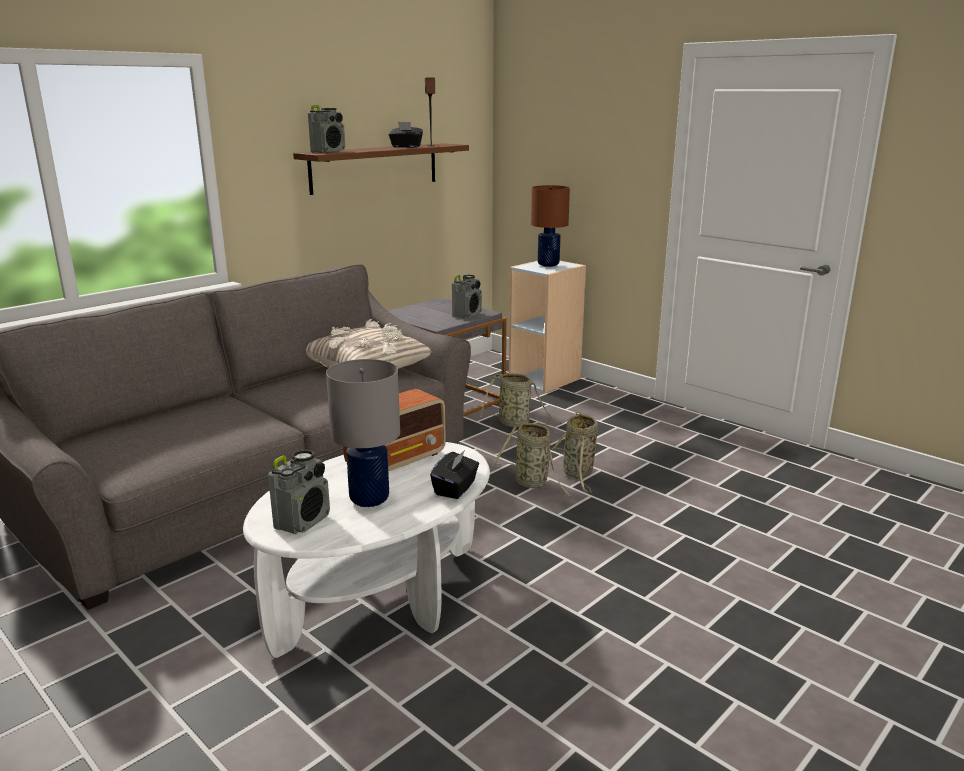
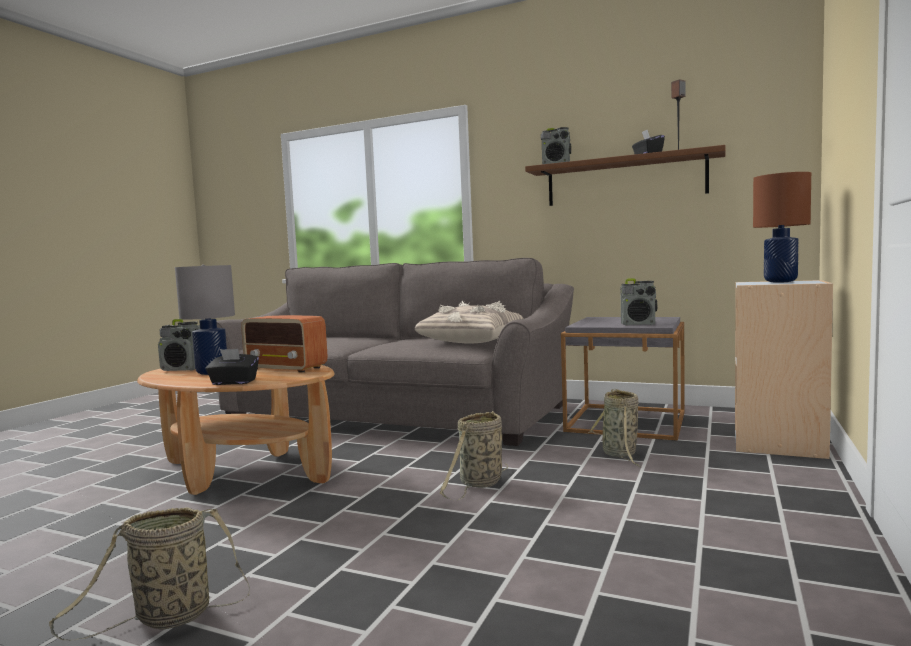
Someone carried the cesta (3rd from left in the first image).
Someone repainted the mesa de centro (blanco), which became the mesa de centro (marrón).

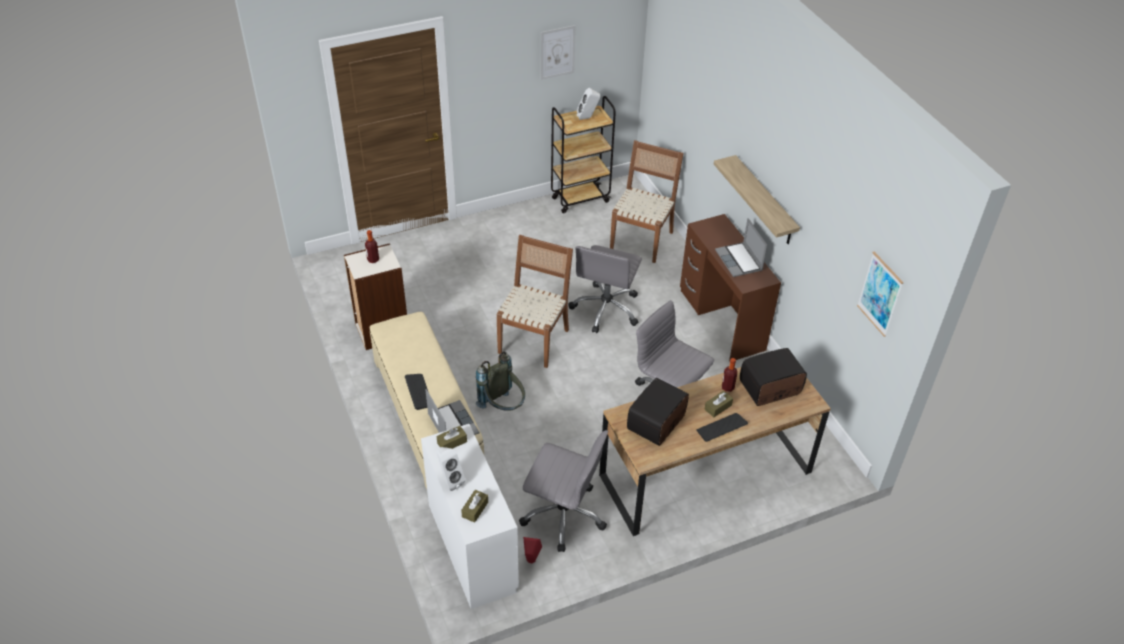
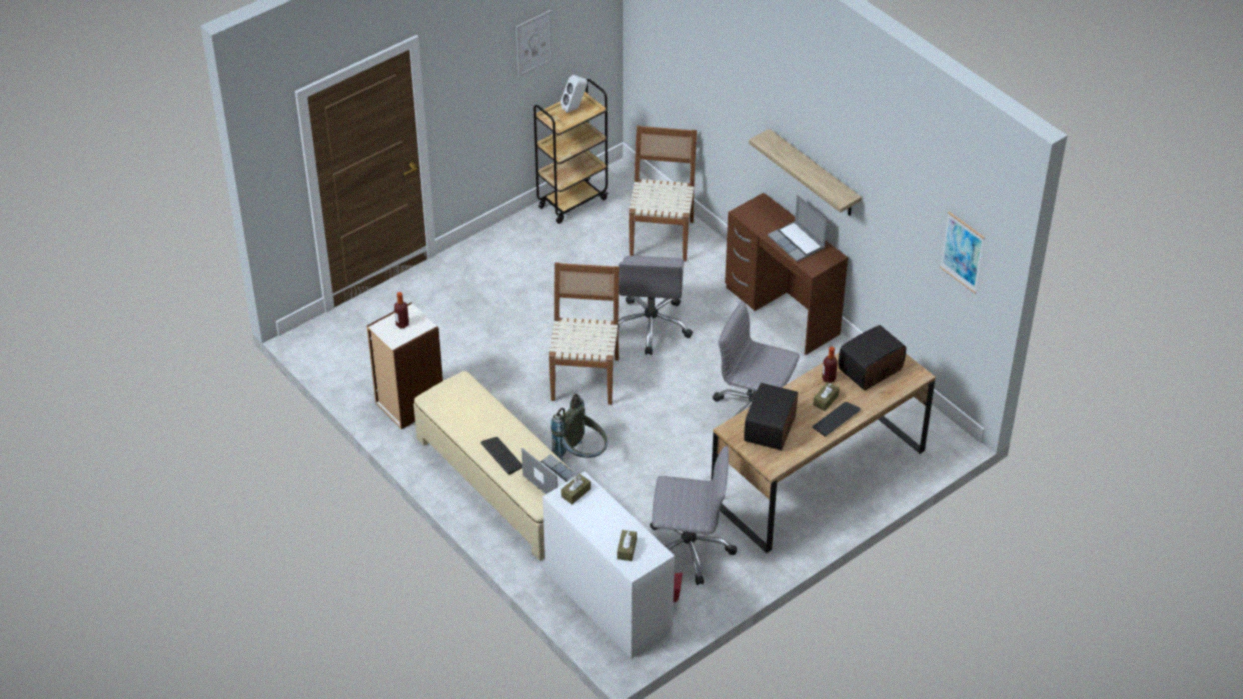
Someone took away the altavoz (blanco) (1st from left).

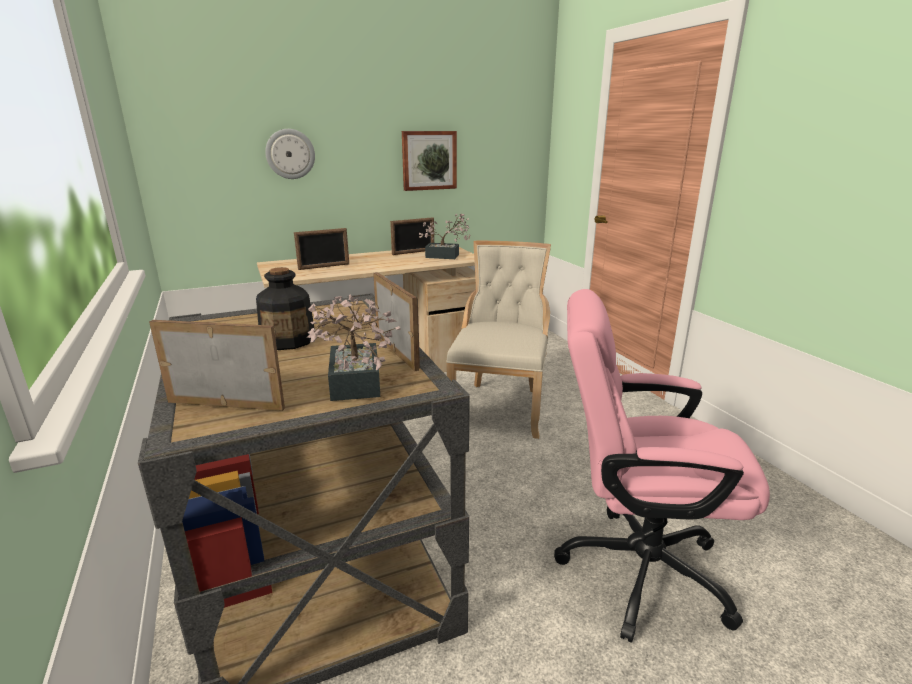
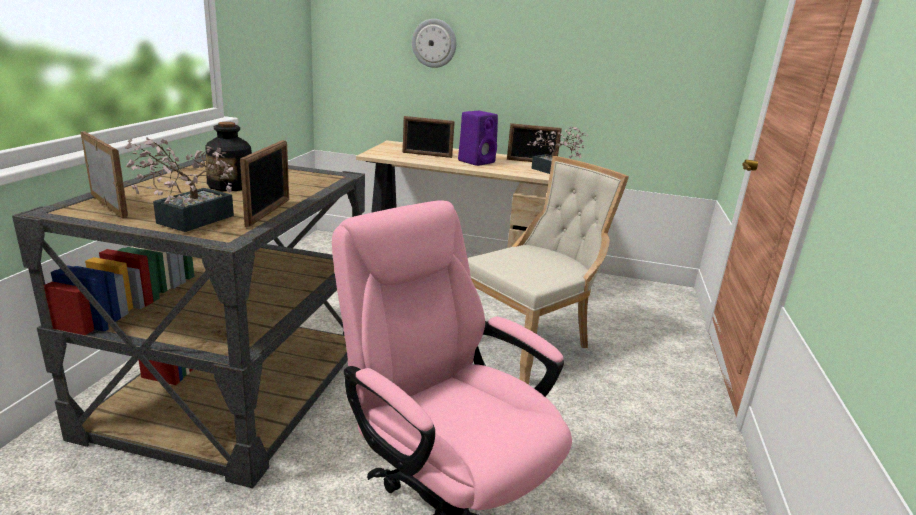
Someone took away the cuadro.
Someone put down the altavoz (morado).

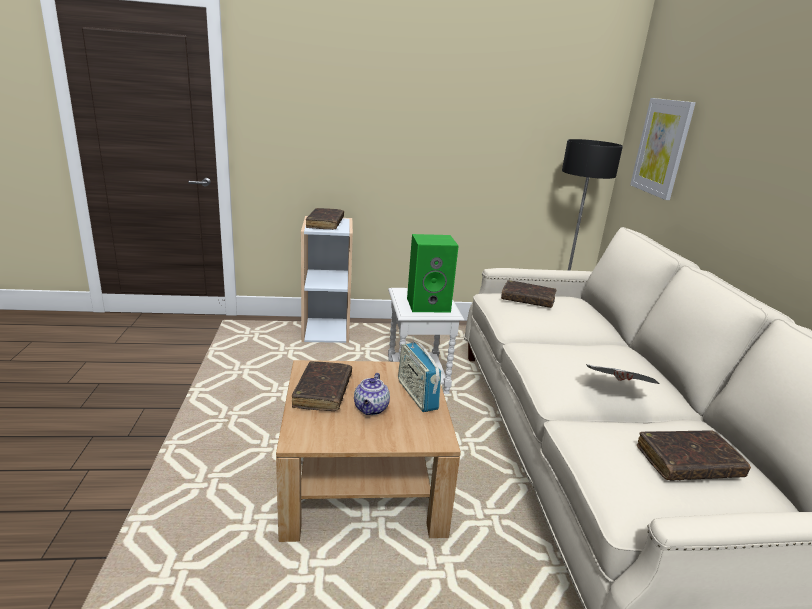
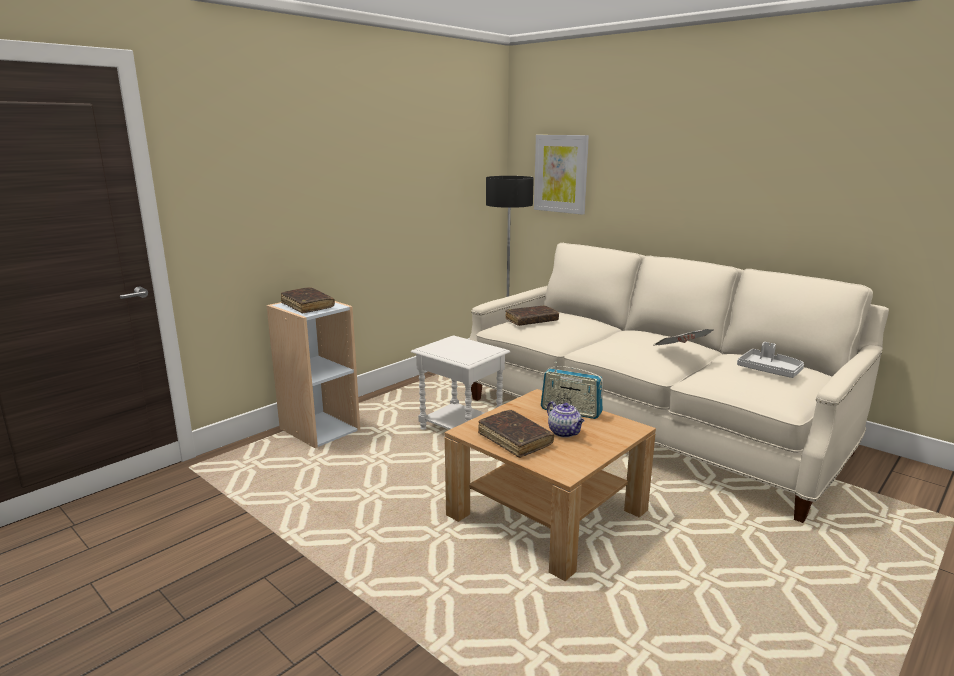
Someone took away the altavoz (verde).
Someone swapped the libro (marrón) (4th from left) for the bandeja (gris).

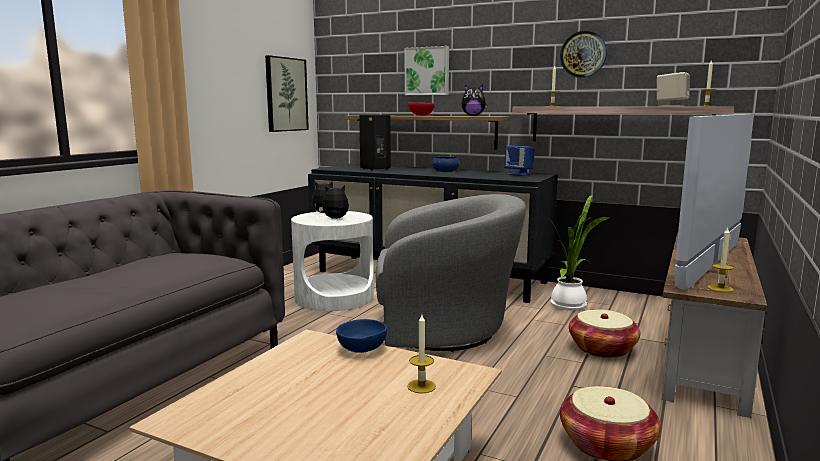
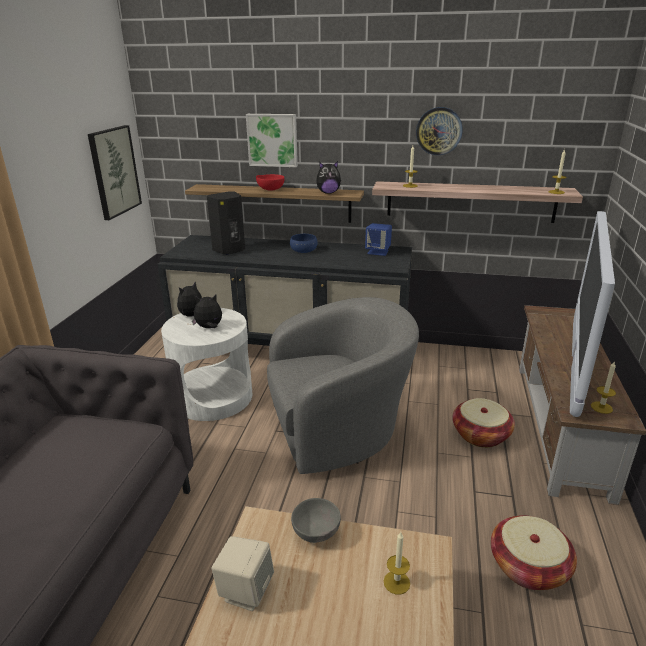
Someone carried the altavoz (beis).
Someone took away the planta en maceta.
Someone repainted the cuenco (azul) (1st from left), which became the cuenco (gris).

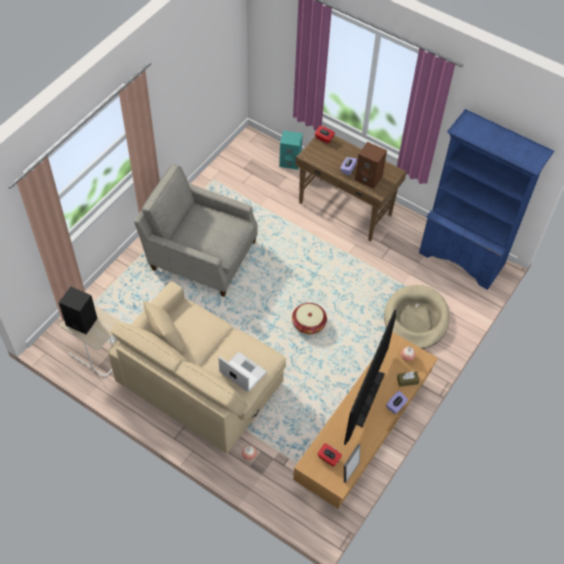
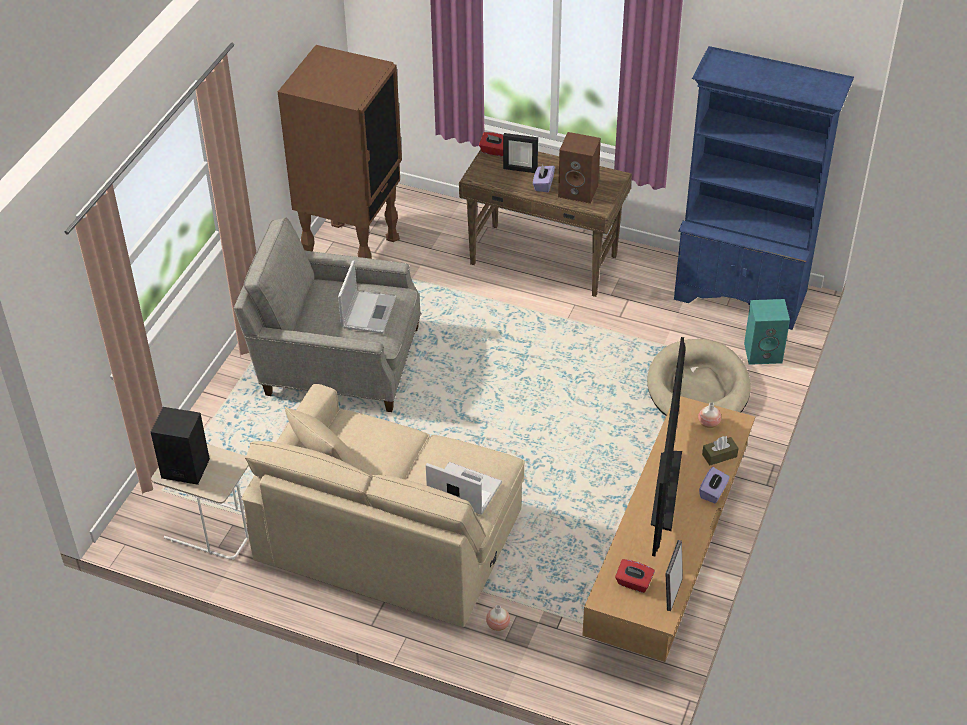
Someone carried the altavoz (turquesa).
Someone took away the cesta.
Someone put down the armario (marrón).
Someone put down the portarretratos (1st from left).
Someone put down the portátil (1st from left).

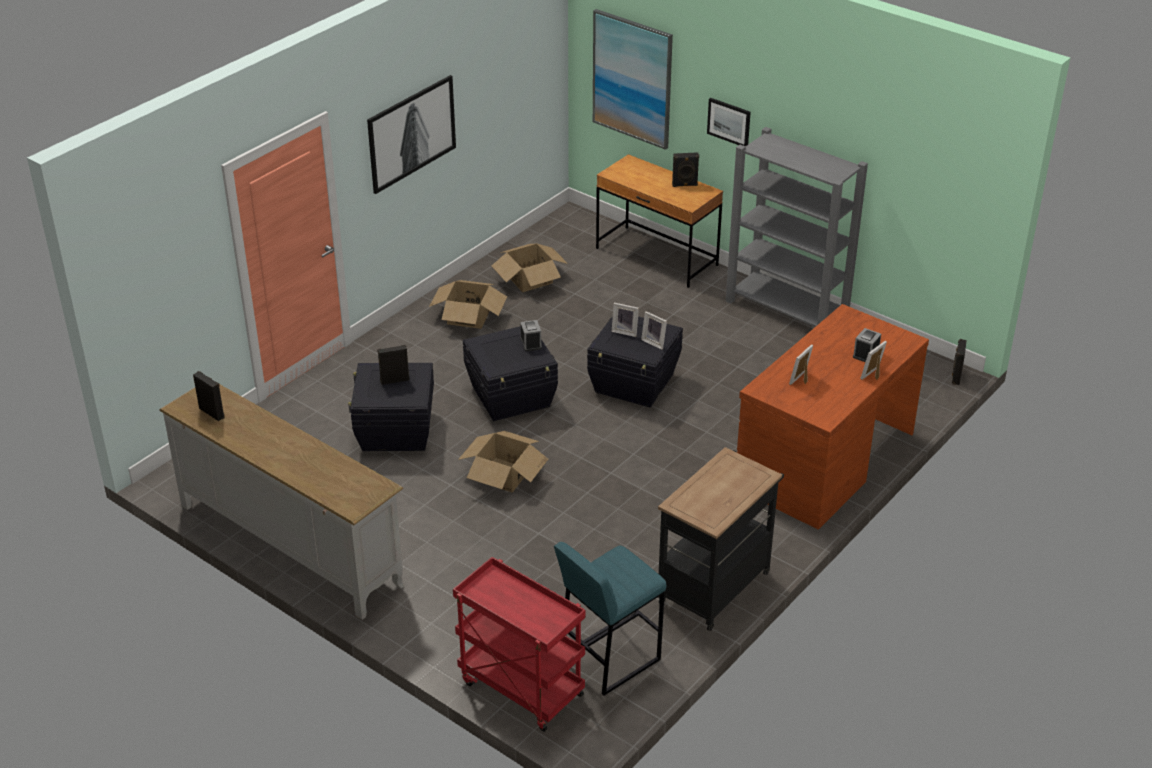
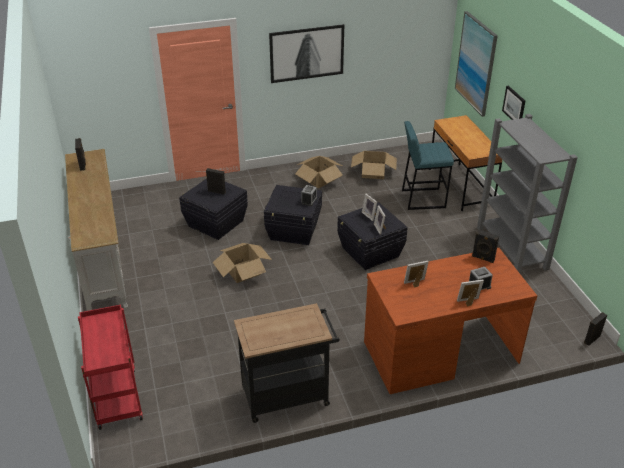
Someone carried the altavoz (negro) (3rd from left).
Someone carried the taburete (turquesa).

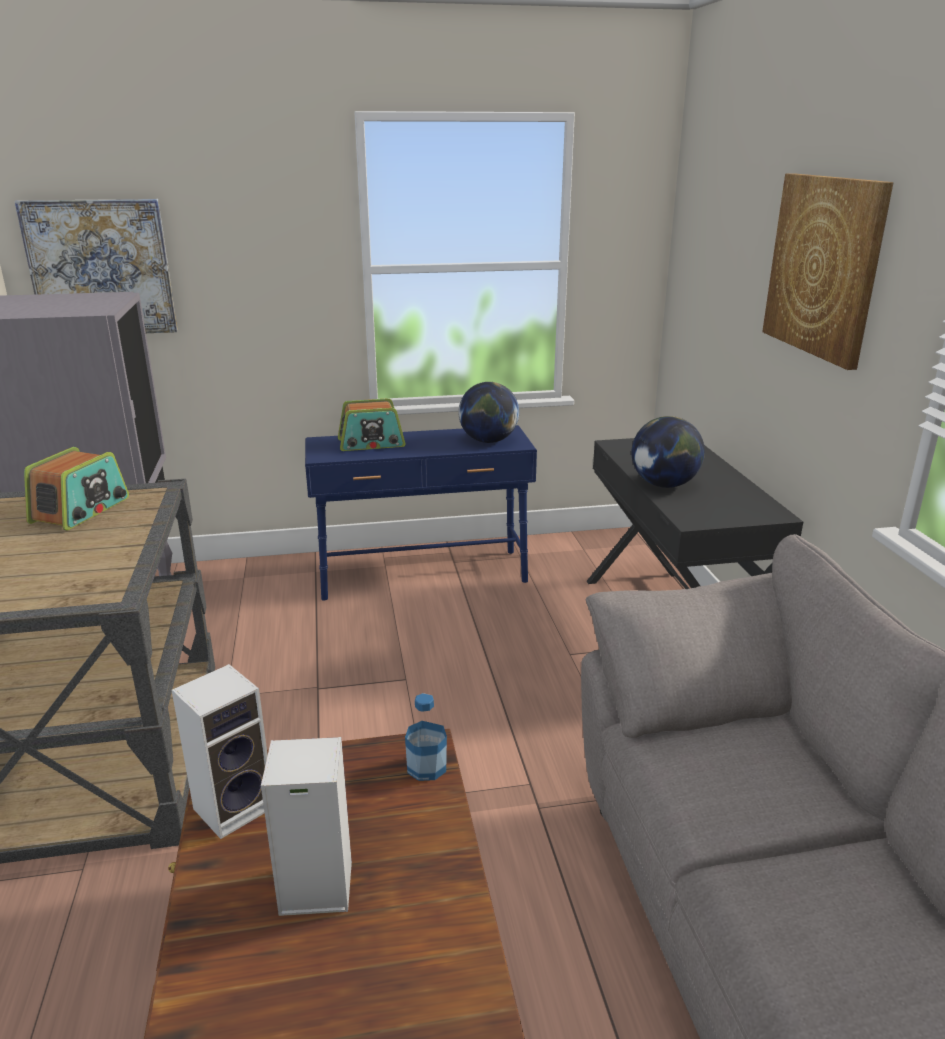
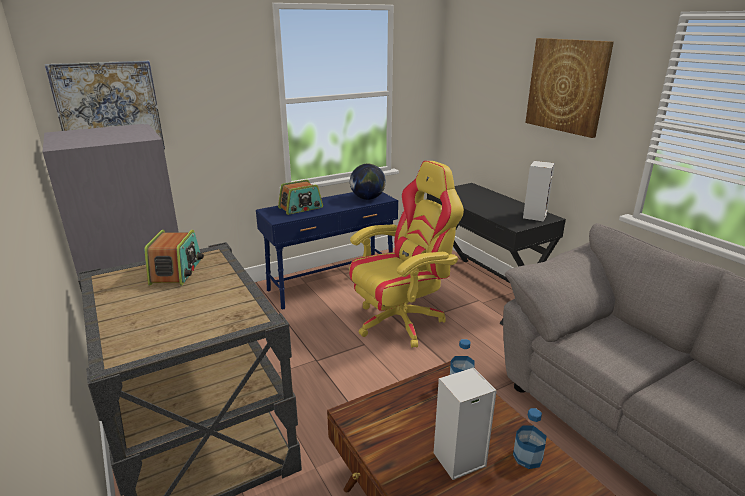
Someone took away the globo terráqueo (2nd from left).
Someone carried the altavoz (1st from left in the first image).
Someone put down the silla de oficina (amarillo).
Someone put down the botella (2nd from left).

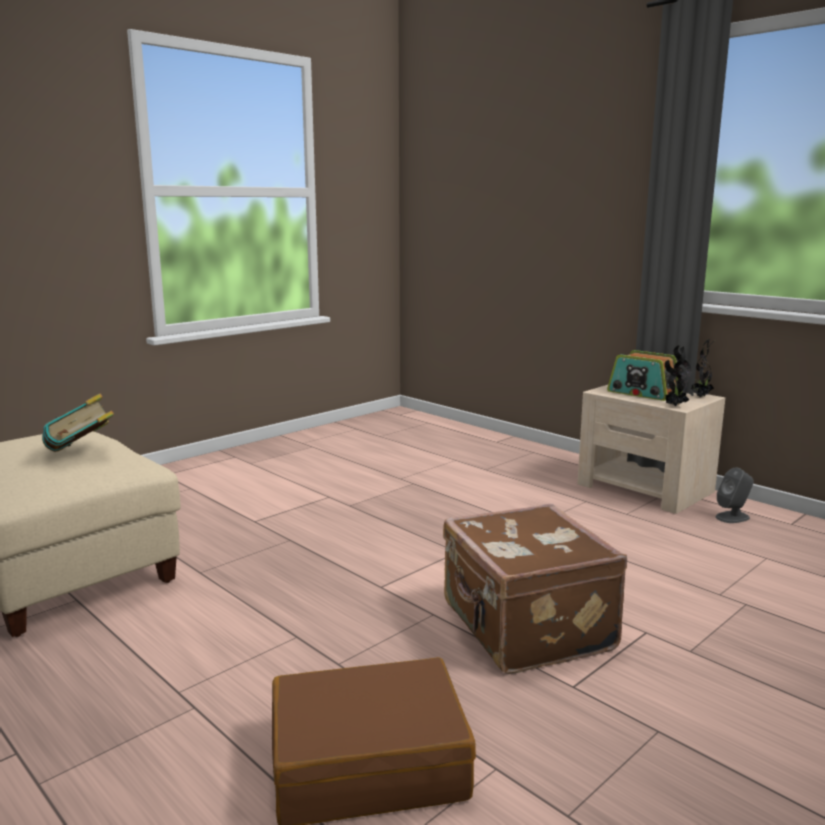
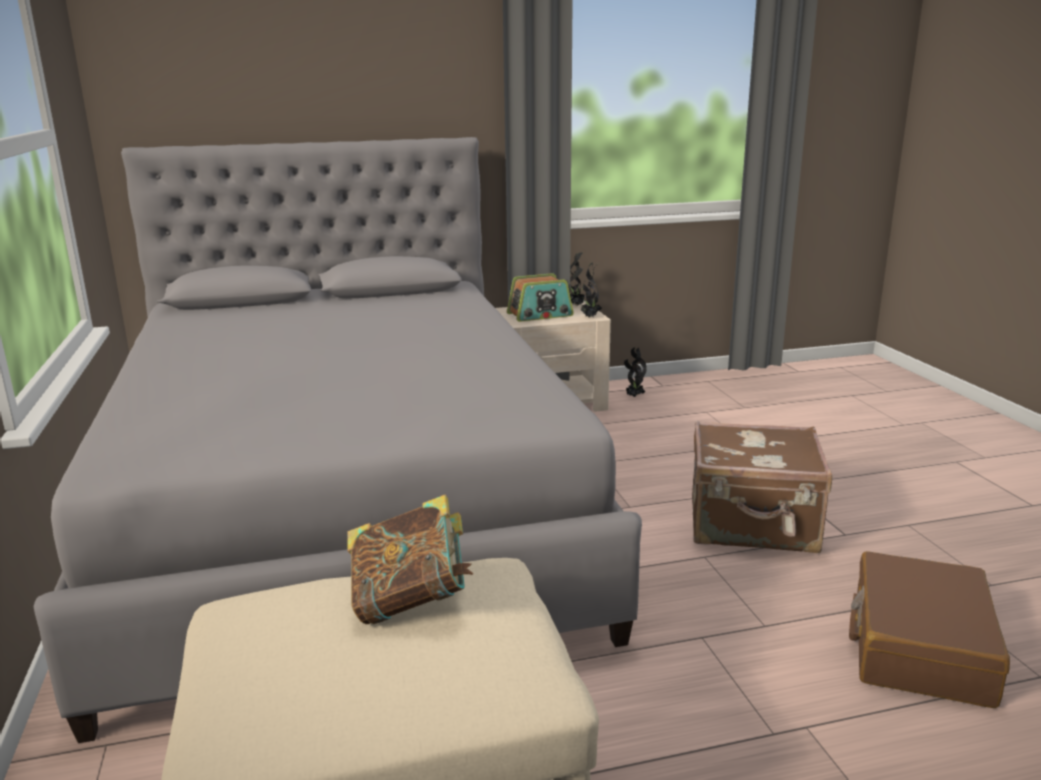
Someone swapped the altavoz (gris) for the planta en maceta (3rd from left).
Someone put down the cama (gris).

